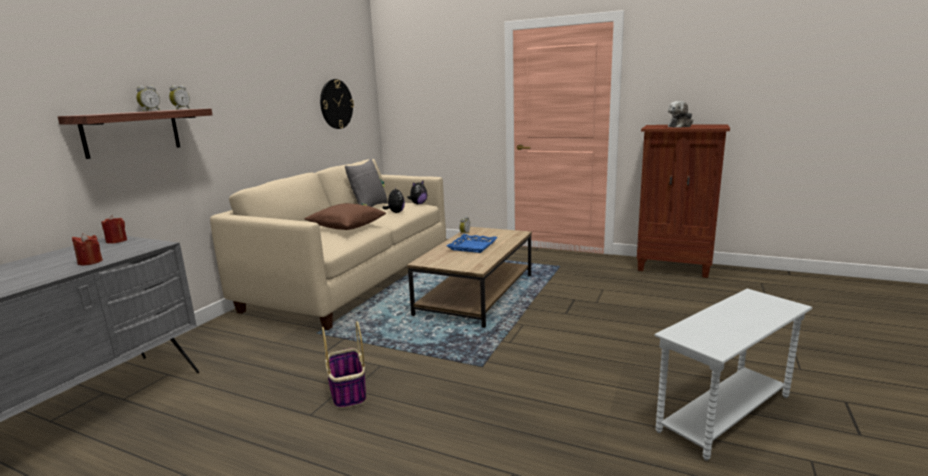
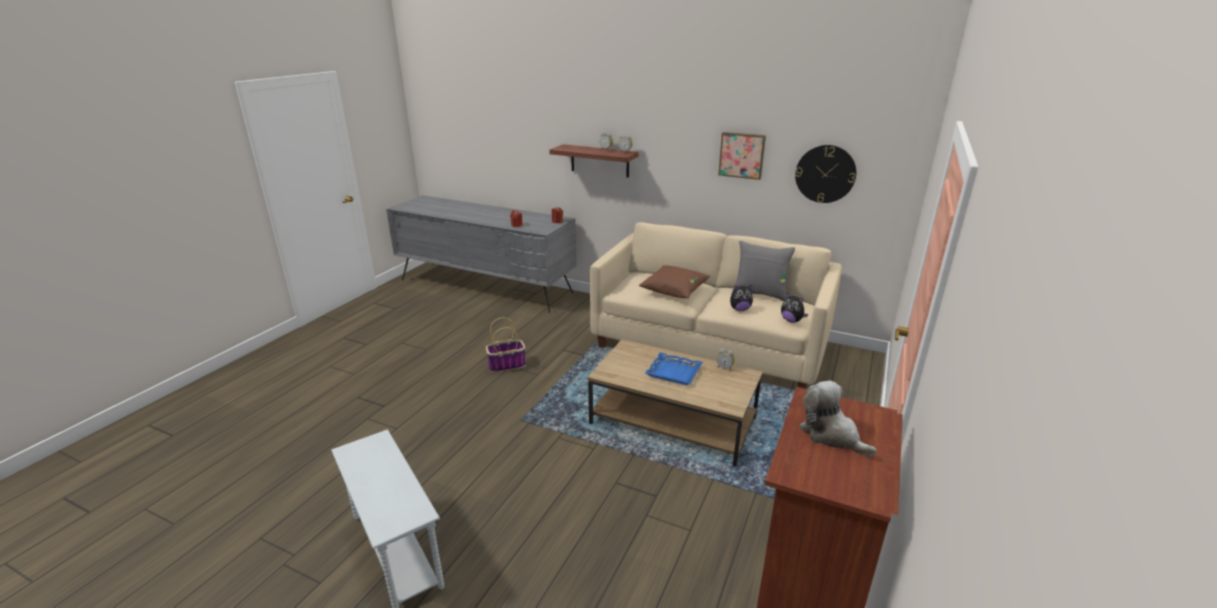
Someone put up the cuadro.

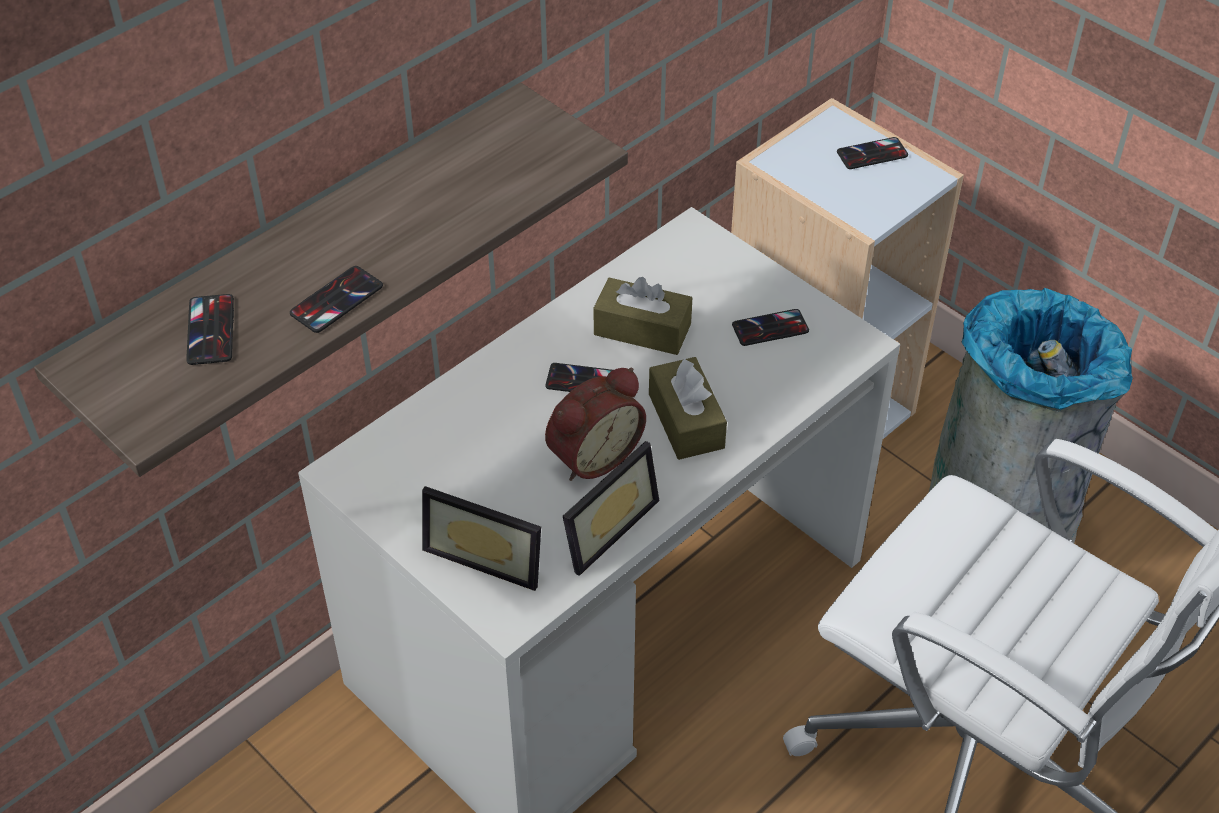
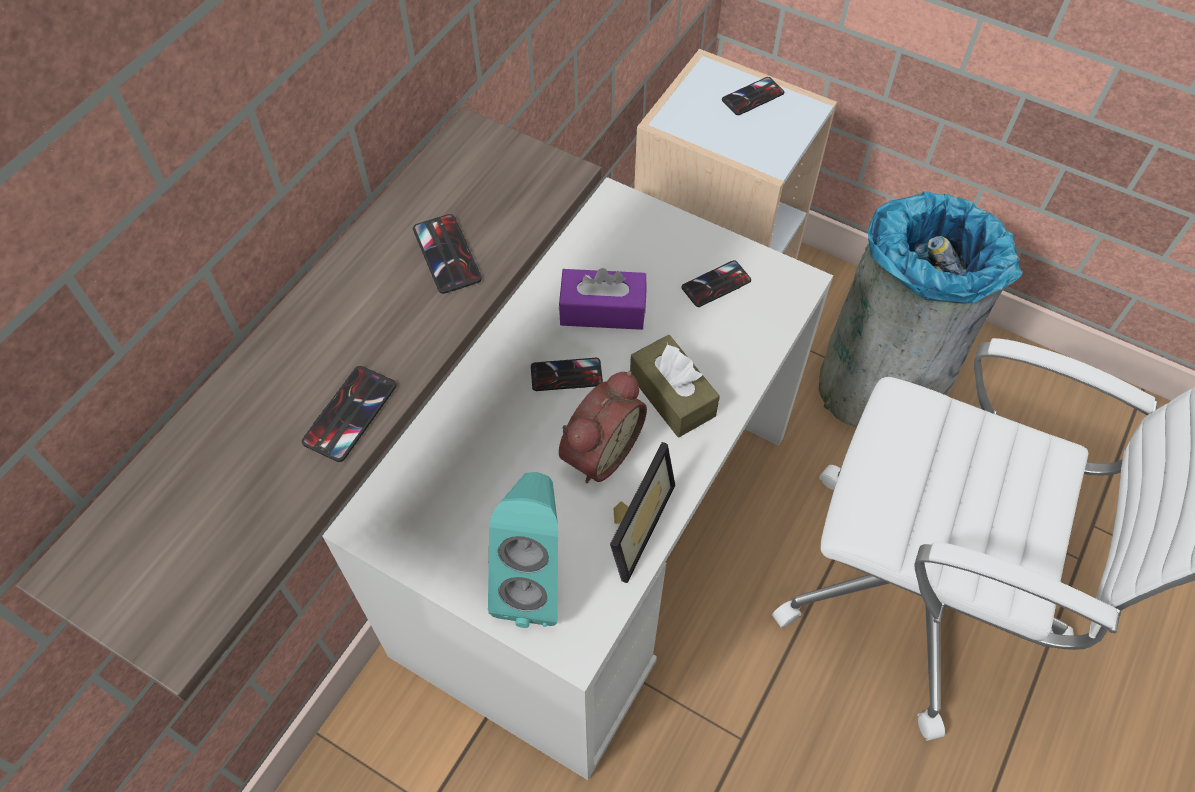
Someone repainted the caja de pañuelos (marrón) (1st from left), which became the caja de pañuelos (morado).
Someone carried the móvil (1st from left in the first image).
Someone swapped the portarretratos (1st from left) for the altavoz (turquesa).

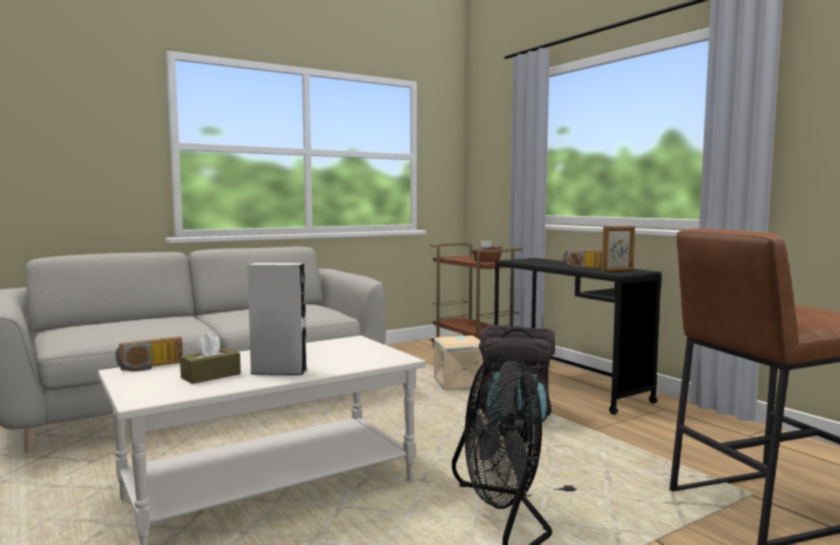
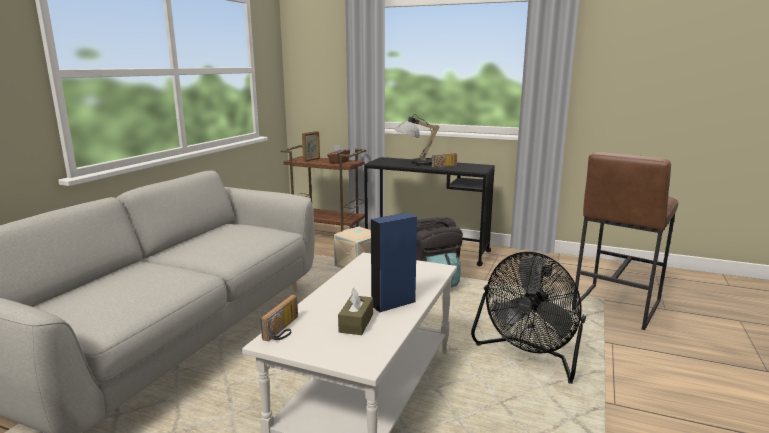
Someone carried the portarretratos.
Someone repainted the altavoz (gris), which became the altavoz (azul).
Someone put down the lámpara de mesa.

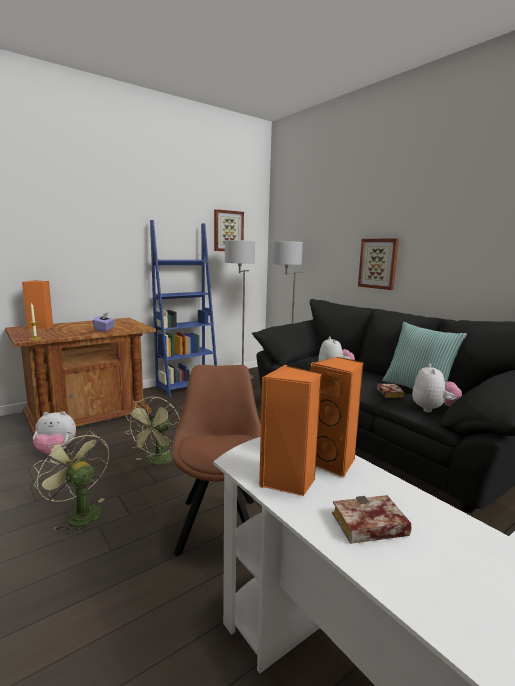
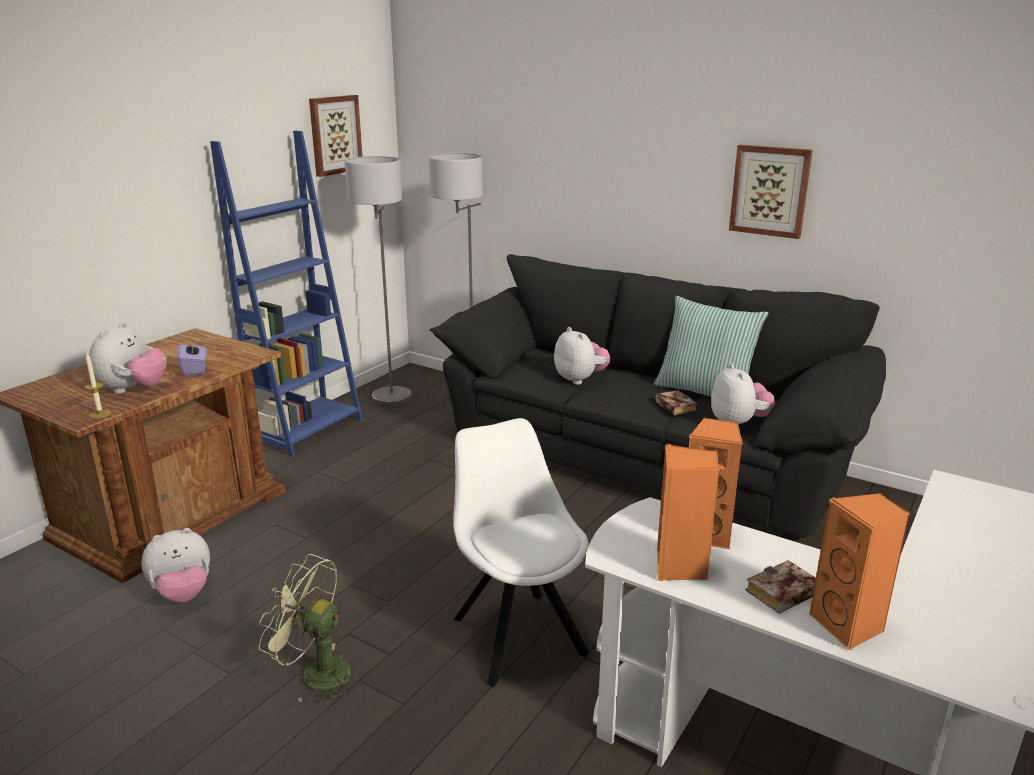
Someone carried the cuadro (2nd from left).
Someone carried the altavoz (naranja) (1st from left in the first image).
Someone repainted the silla (marrón), which became the silla (blanco).
Someone took away the ventilador (verde) (2nd from left).
Someone put down the peluche (1st from left).

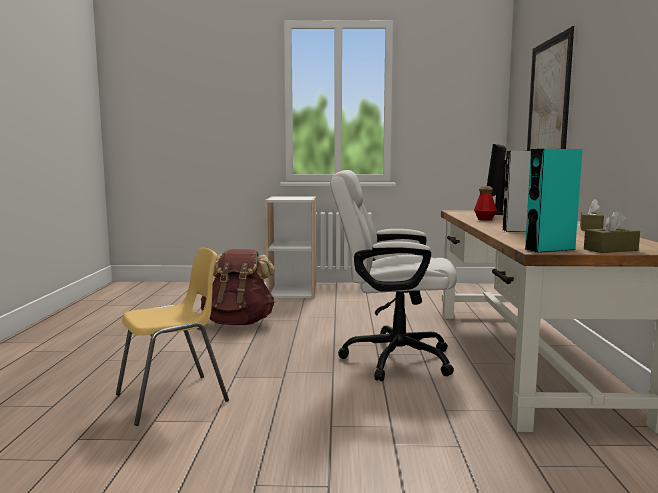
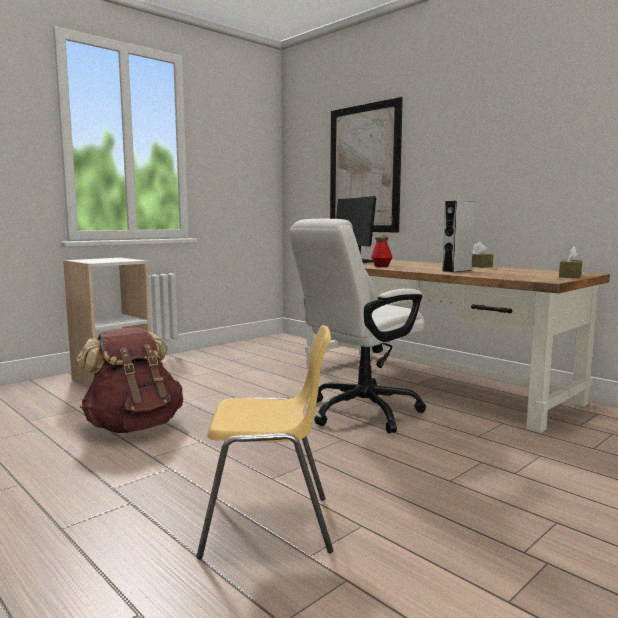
Someone took away the altavoz (turquesa).
Someone rotated the silla (amarillo) by 75 degrees clockwise.

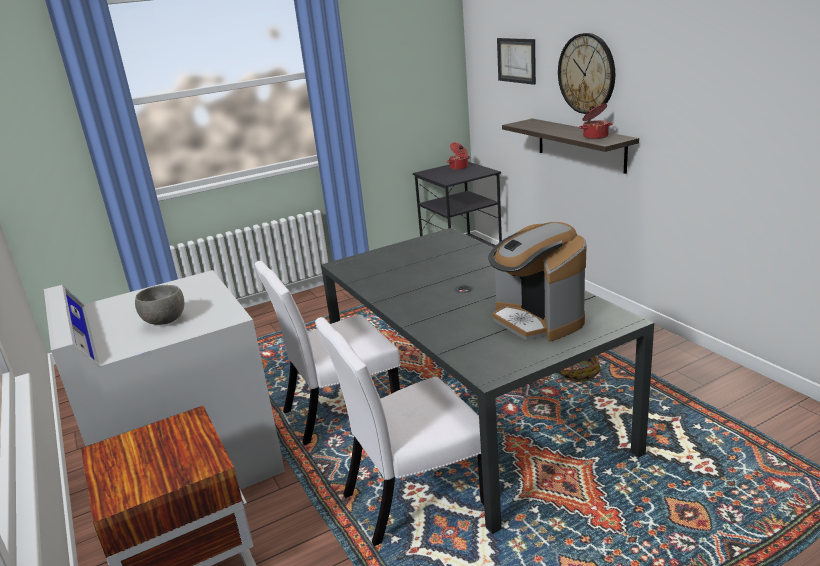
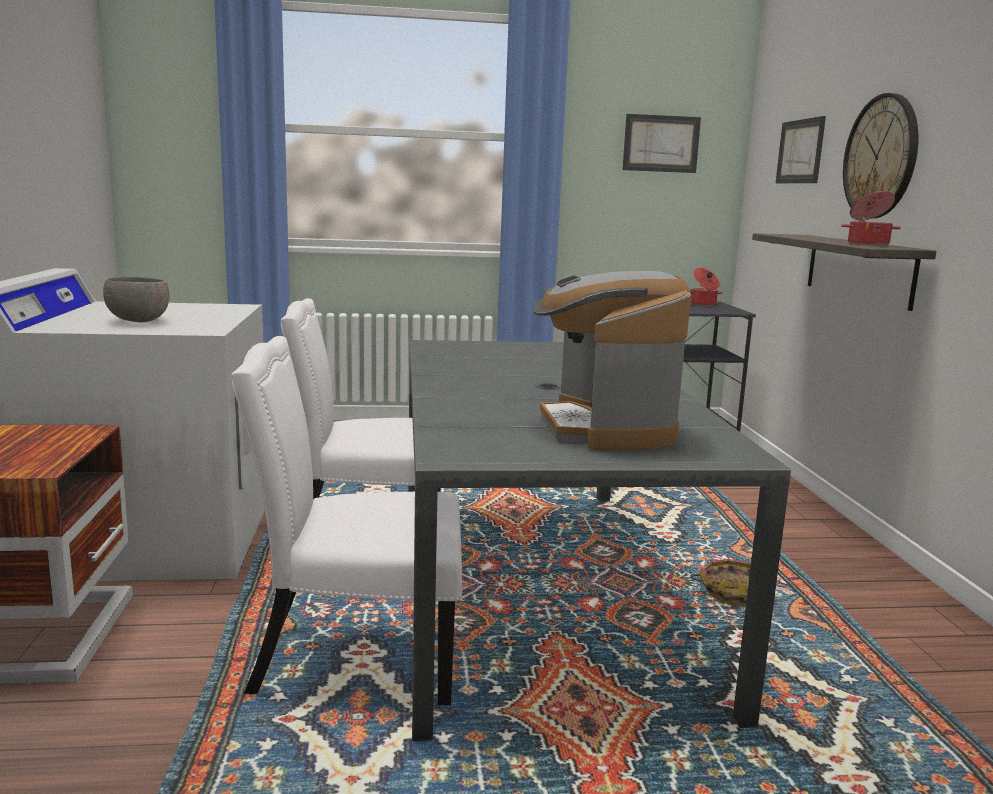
Someone put up the cuadro (1st from left).

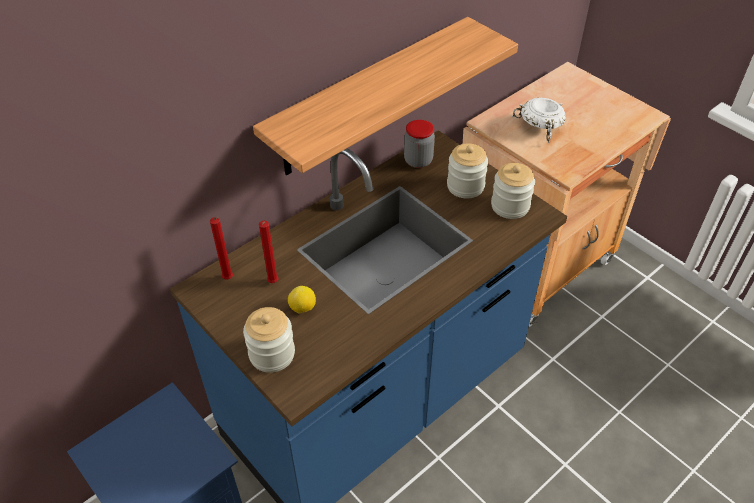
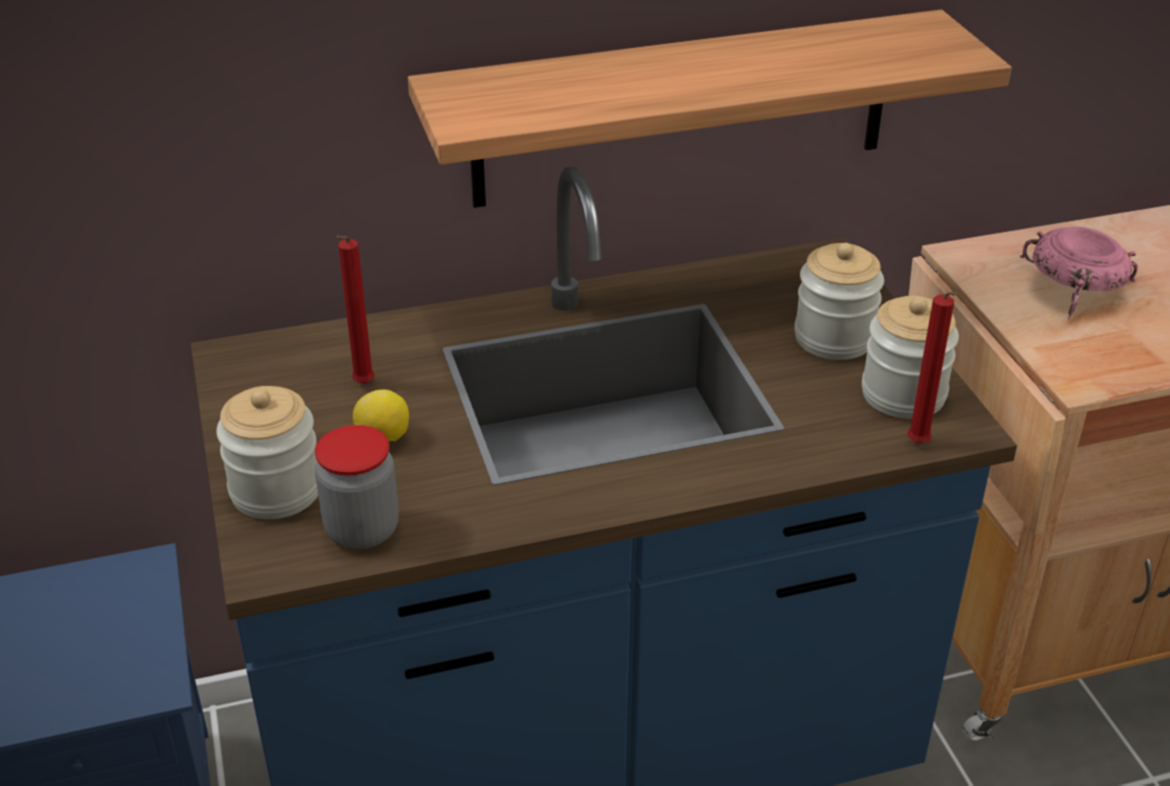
Someone repainted the cuenco (blanco), which became the cuenco (rosa).
Someone carried the tarro (2nd from left).
Someone carried the vela (rojo) (1st from left in the first image).

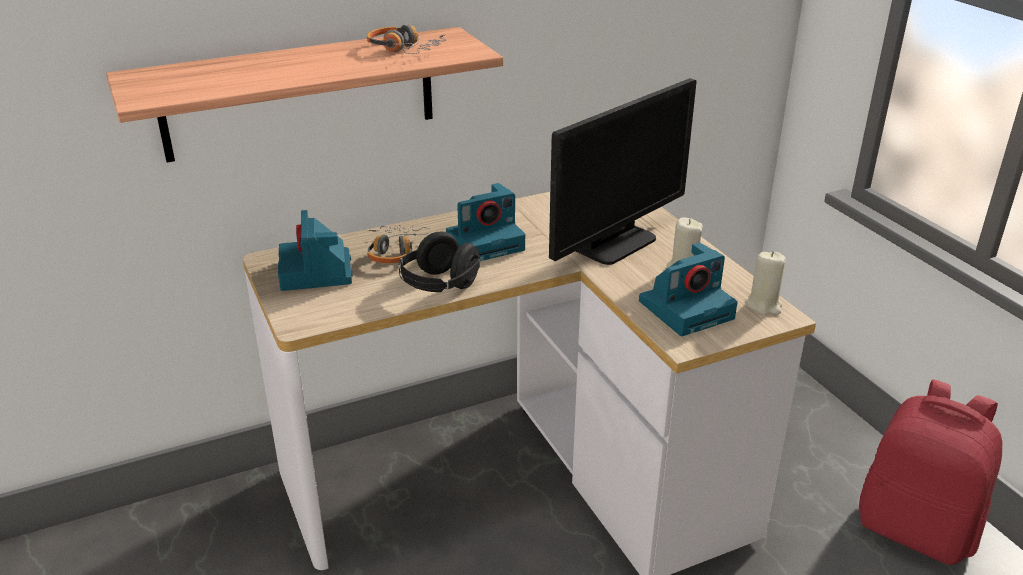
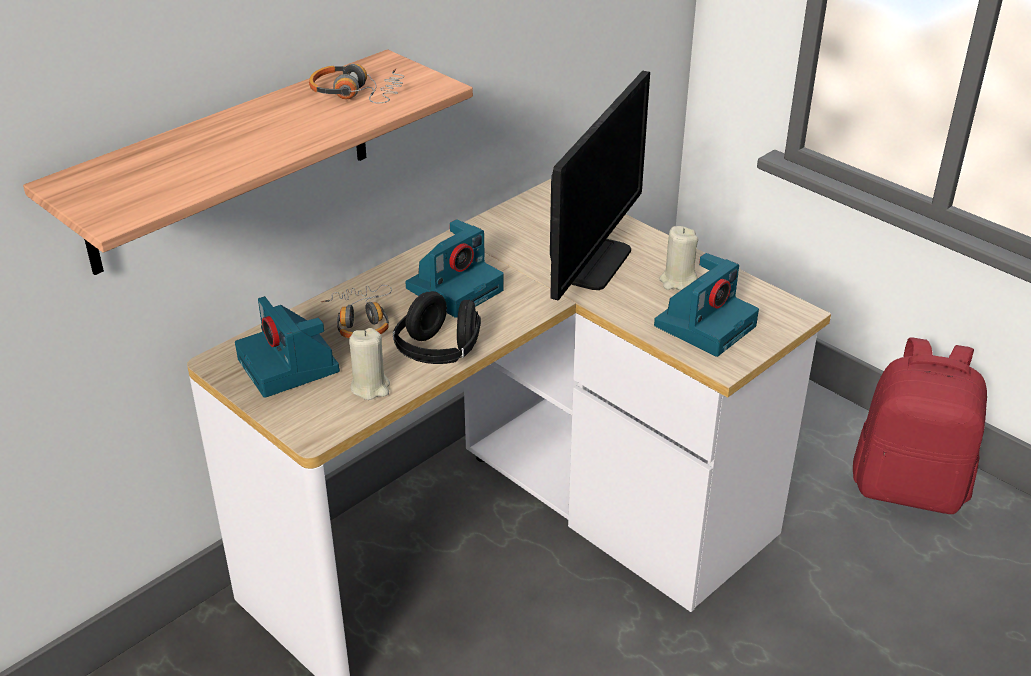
Someone carried the vela (beis) (2nd from left in the first image).

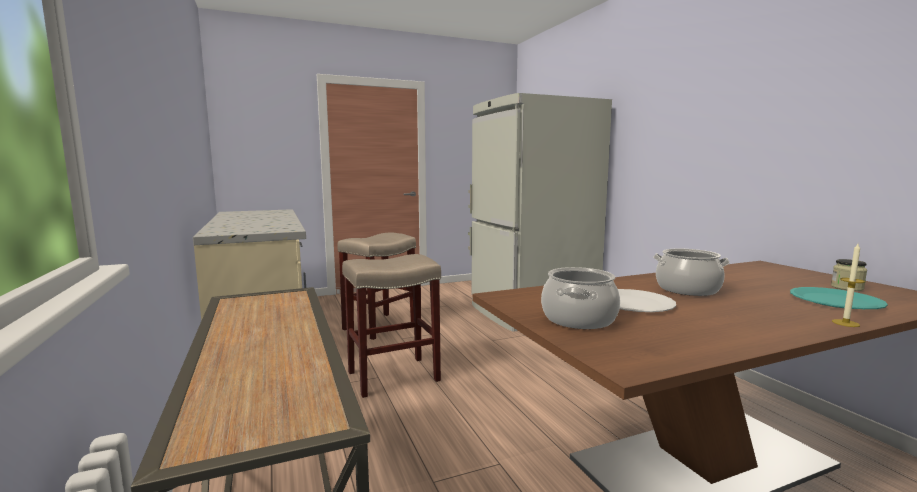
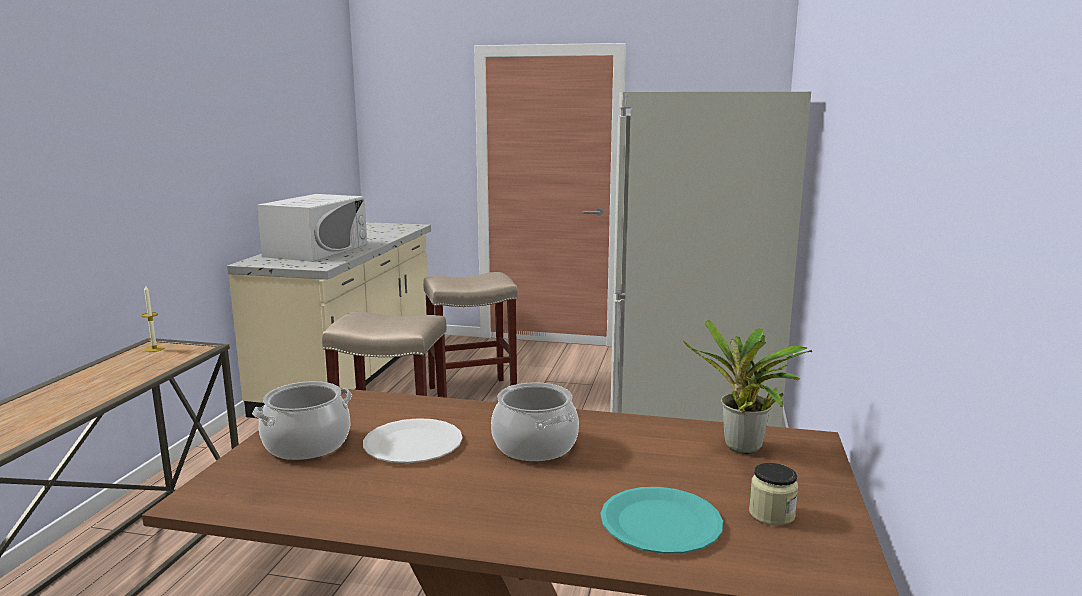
Someone carried the vela.
Someone put down the microondas (blanco).
Someone put down the planta en maceta.

